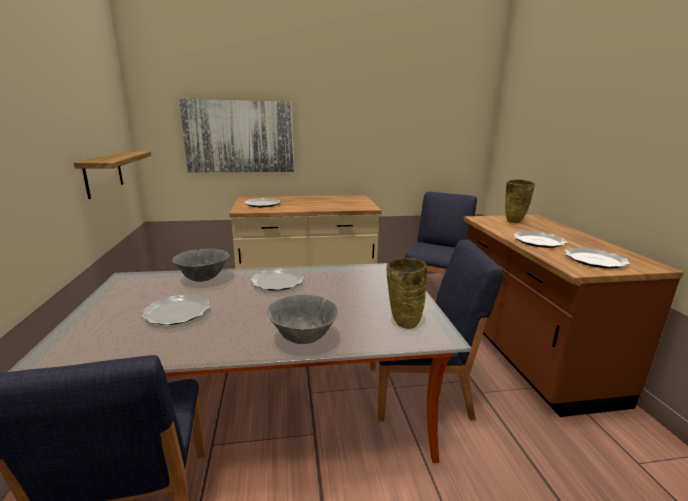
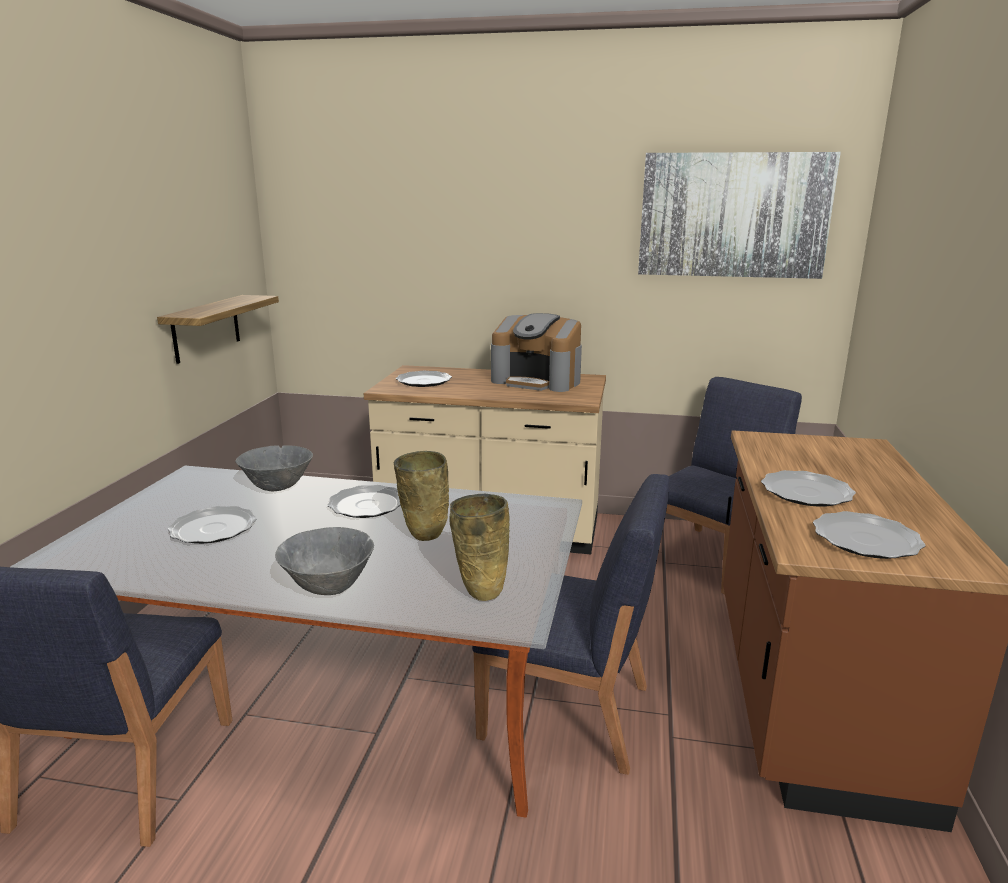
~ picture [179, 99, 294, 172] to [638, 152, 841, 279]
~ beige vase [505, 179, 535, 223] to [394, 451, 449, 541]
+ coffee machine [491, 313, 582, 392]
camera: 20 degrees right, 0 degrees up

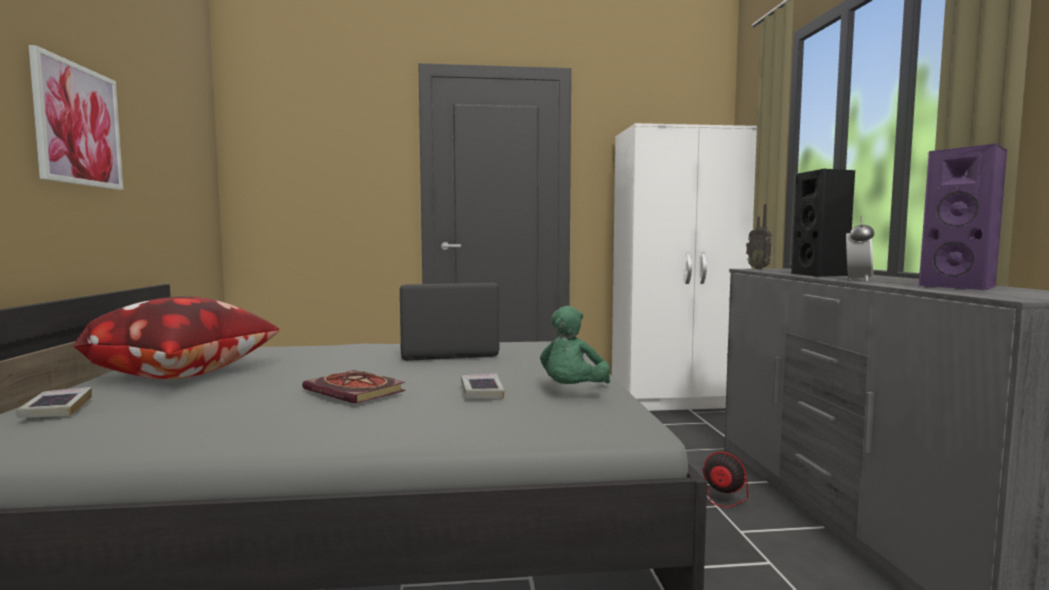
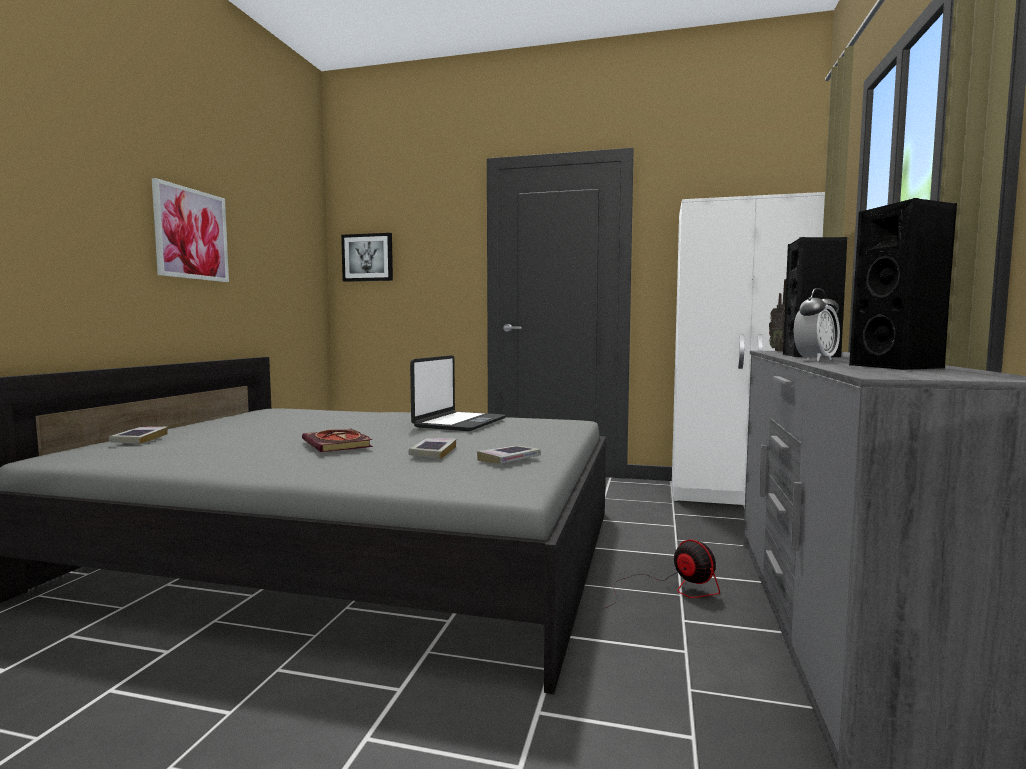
~ purple speaker [919, 143, 1007, 290] to black speaker [849, 198, 958, 370]
~ laptop [400, 283, 499, 361] = [410, 355, 506, 431] 105 degrees clockwise
- pillow [73, 296, 280, 379]
~ green plush toy [540, 306, 610, 384] to book [477, 446, 541, 464]
+ picture [341, 233, 393, 282]
camera: 20 degrees right, 0 degrees up

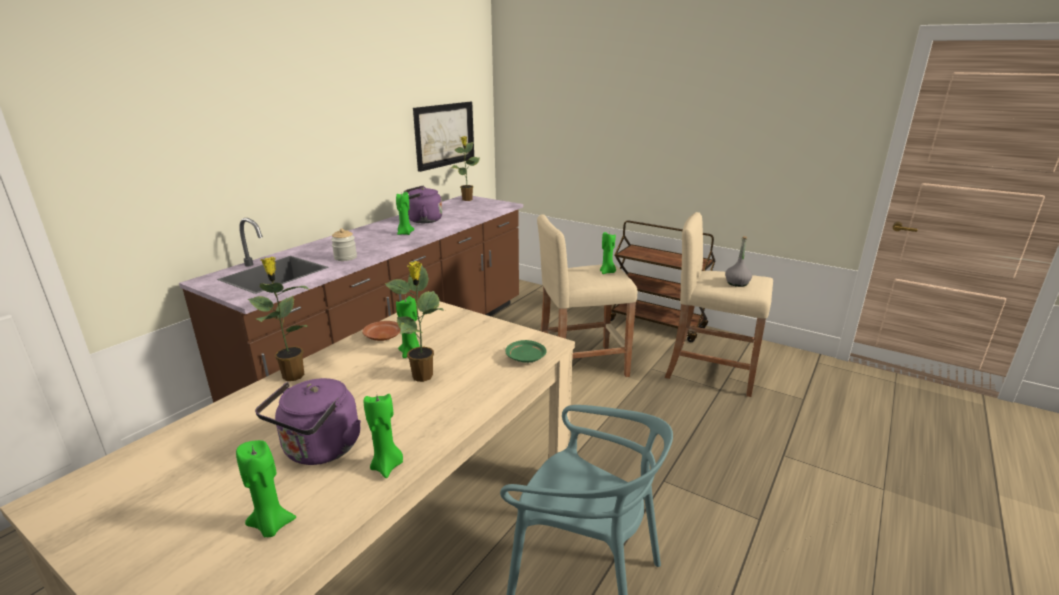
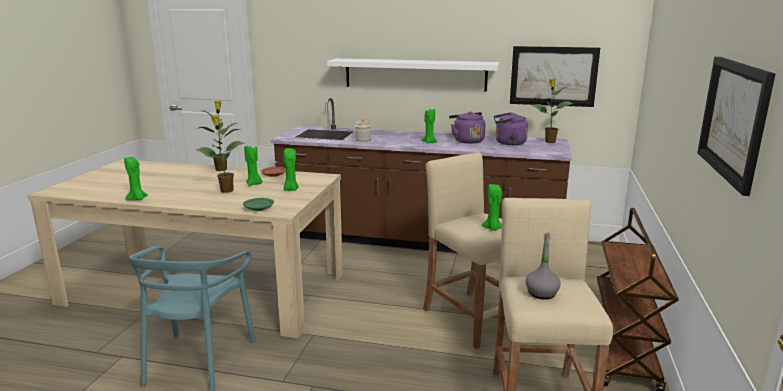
~ purple kettle [255, 378, 361, 465] to [494, 112, 528, 145]
~ green candle [236, 440, 296, 537] to [283, 148, 299, 191]
+ picture [697, 57, 775, 196]
+ white shelf [327, 58, 500, 92]
camera: 70 degrees right, 5 degrees down

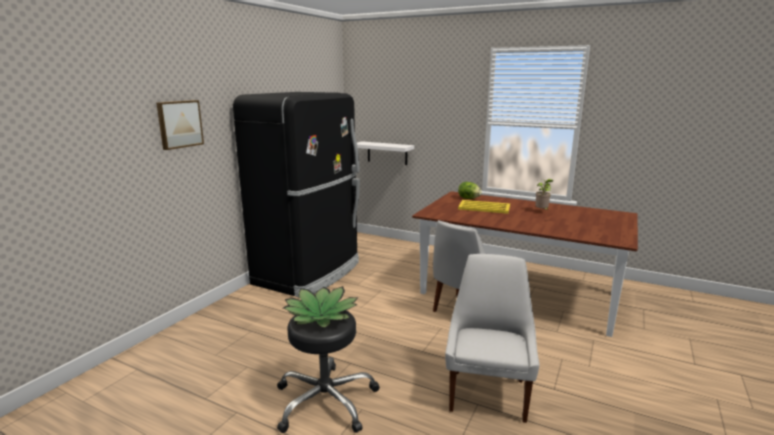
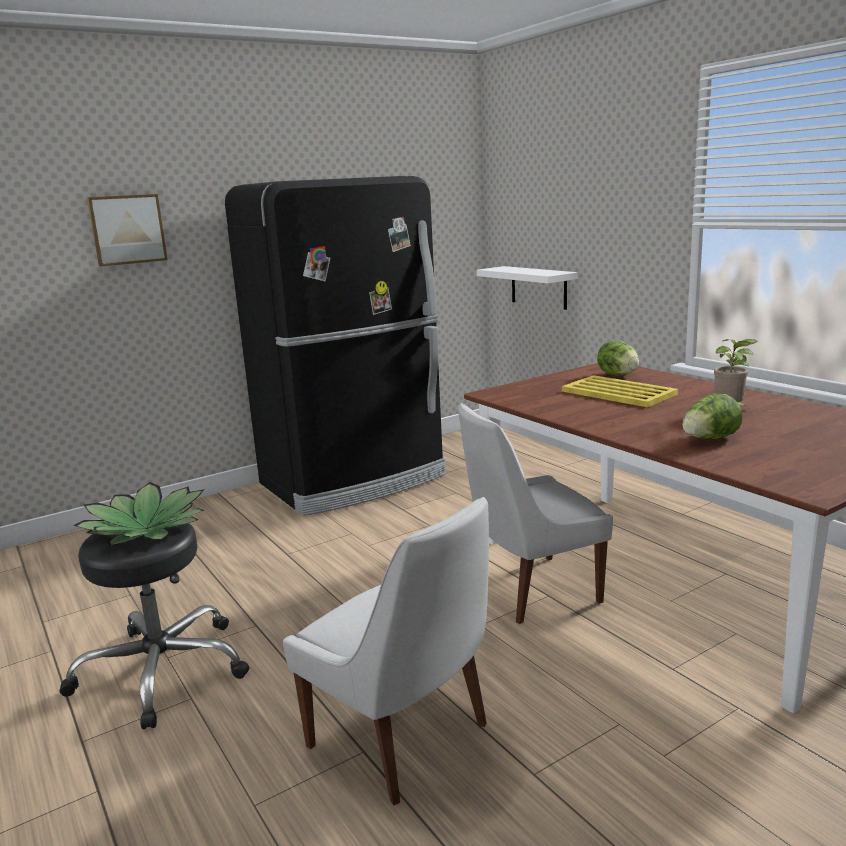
~ white chair [445, 254, 540, 423] = [283, 497, 489, 806] 90 degrees clockwise
+ lettuce [682, 394, 742, 439]
camera: 30 degrees right, 0 degrees up

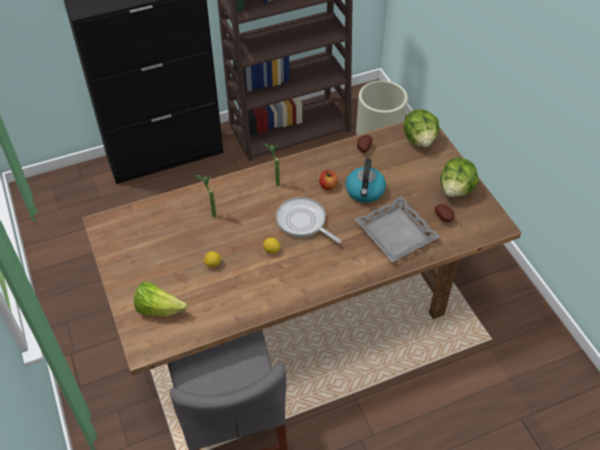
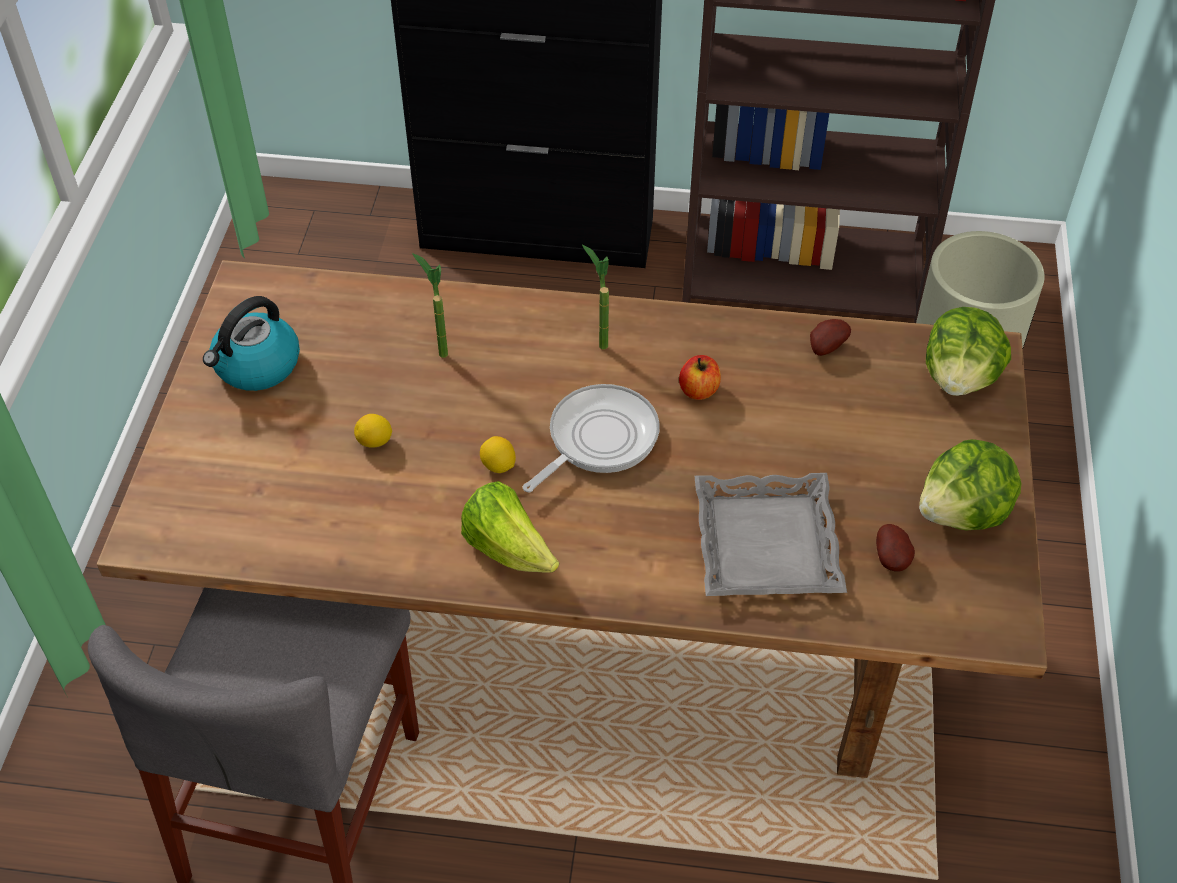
~ kettle [346, 159, 386, 203] to [203, 296, 300, 391]
~ frying pan [276, 197, 341, 243] = [523, 384, 660, 493] 60 degrees clockwise
~ lettuce [134, 282, 188, 316] to [461, 481, 559, 573]
camera: 30 degrees right, 0 degrees up

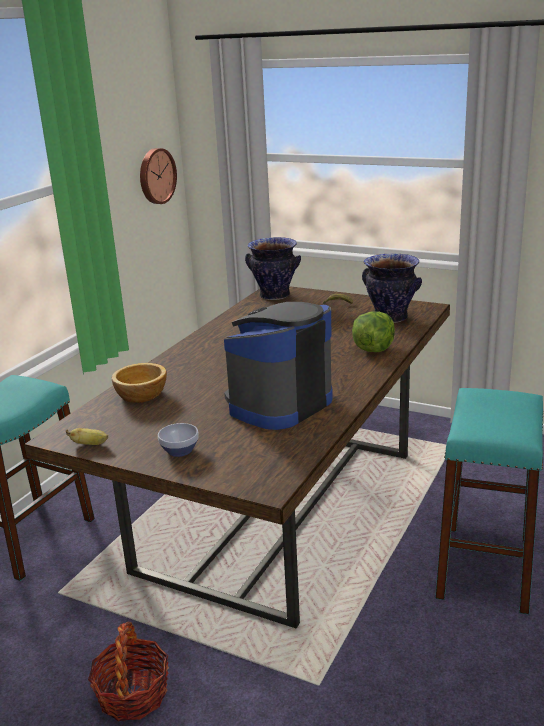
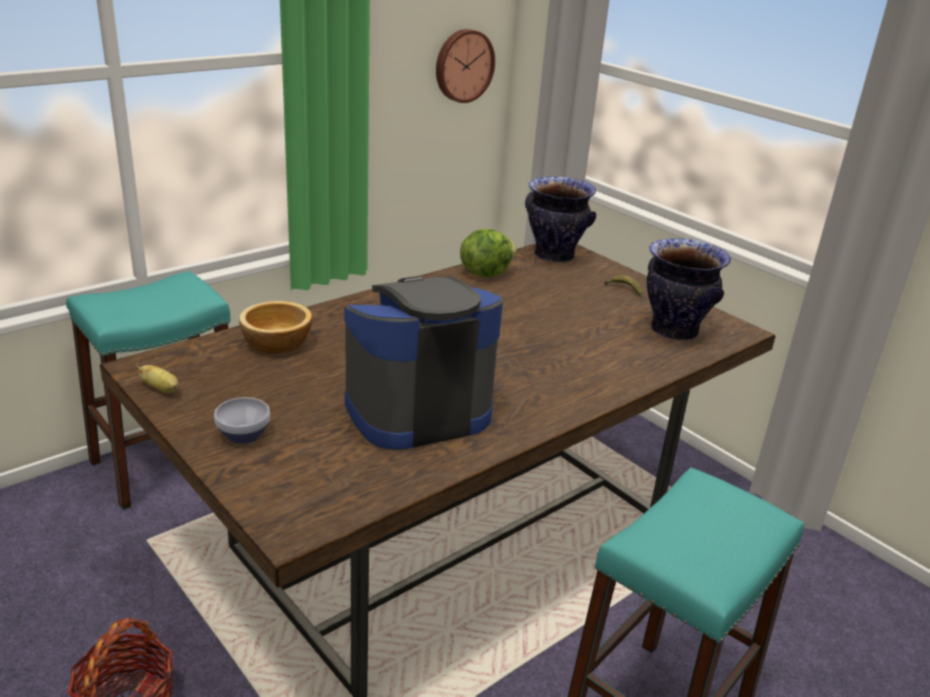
~ lettuce [352, 311, 395, 352] to [460, 229, 516, 278]
camera: 20 degrees right, 5 degrees up

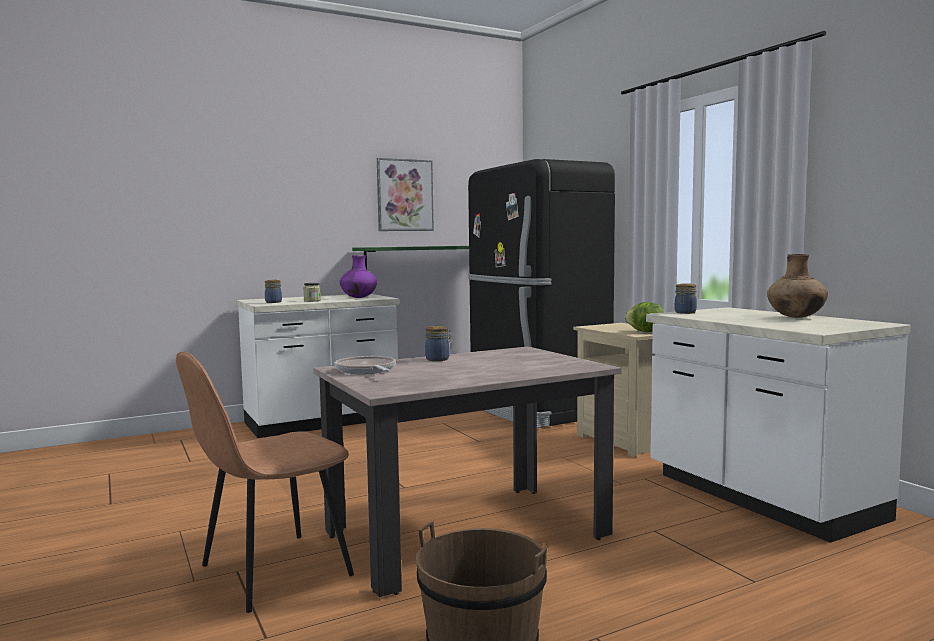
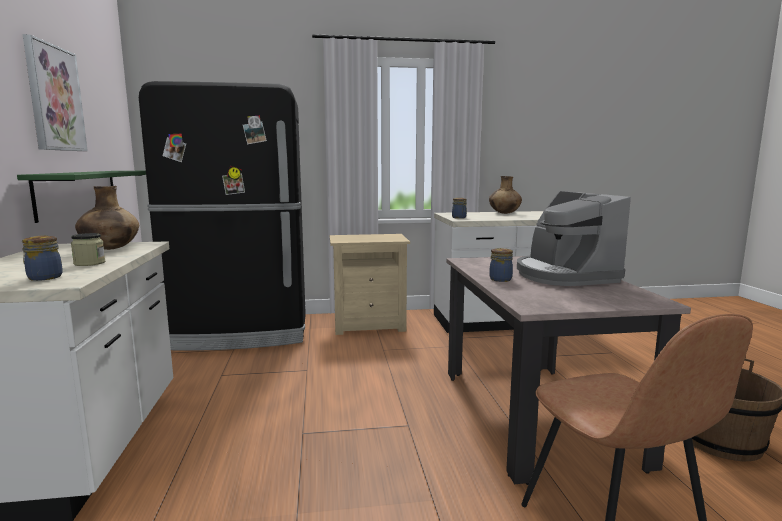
~ purple vase [340, 255, 377, 298] to brown vase [75, 186, 139, 250]
- lettuce [624, 302, 664, 332]
- frying pan [335, 356, 396, 374]
+ coffee machine [517, 191, 631, 286]
camera: 70 degrees left, 5 degrees up

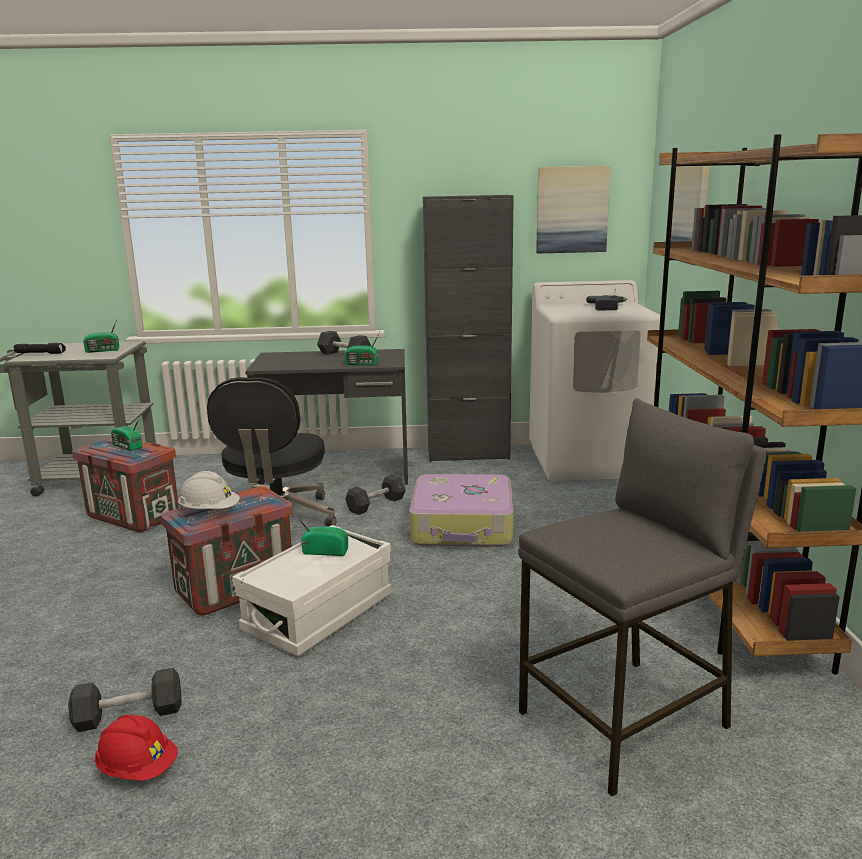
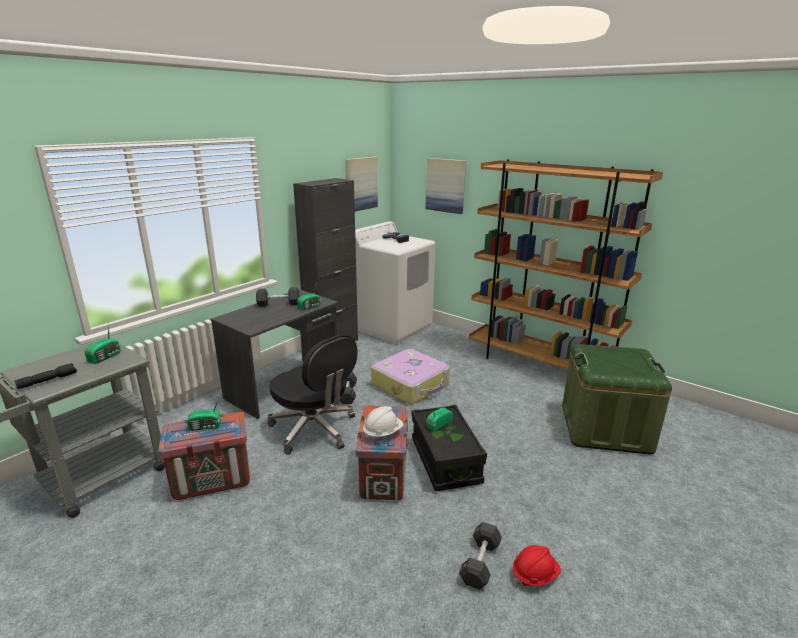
~ grey stool [518, 398, 767, 796] to green storage box [562, 344, 672, 454]
~ white storage box [232, 525, 391, 656] to black storage box [411, 405, 487, 491]
camera: 50 degrees left, 5 degrees up

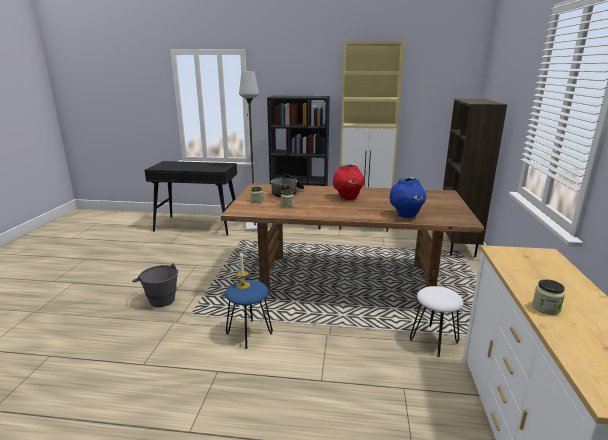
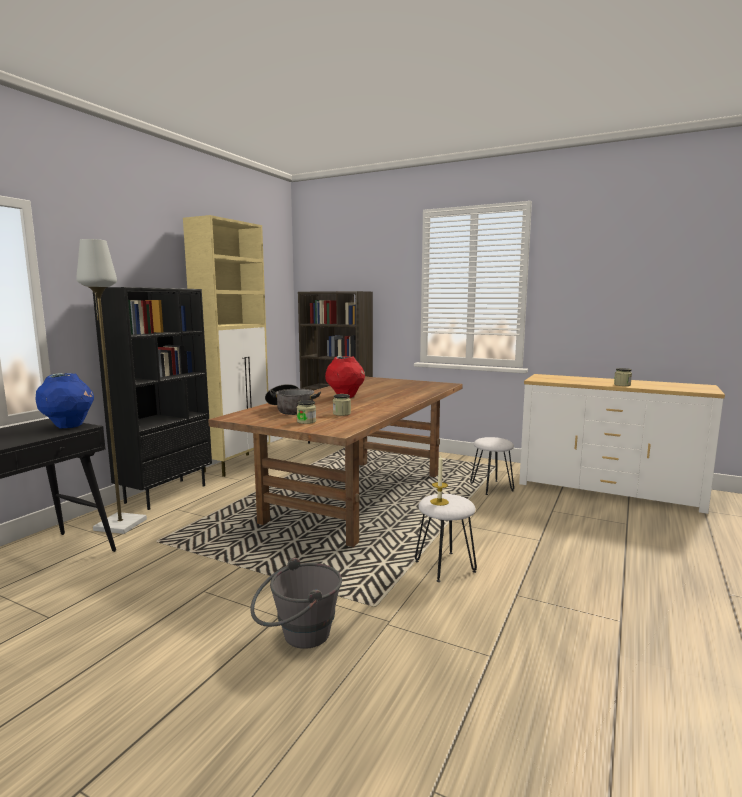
~ blue vase [390, 177, 426, 218] to [36, 373, 94, 429]
~ blue stool [225, 280, 273, 349] to white stool [415, 494, 477, 582]
camera: 70 degrees left, 10 degrees down

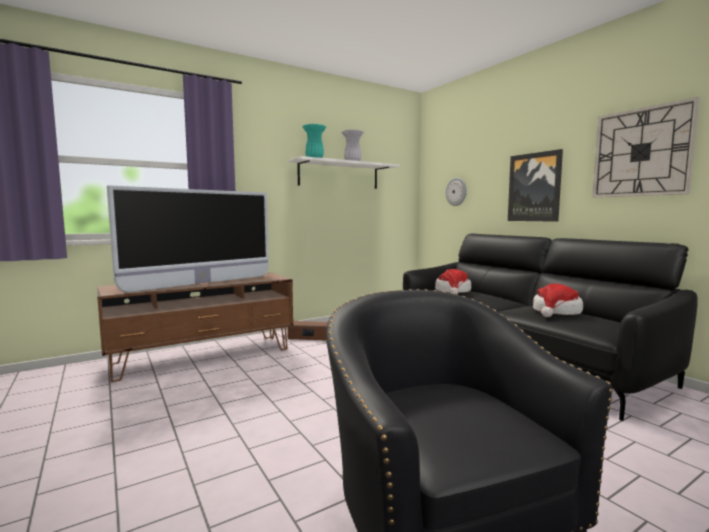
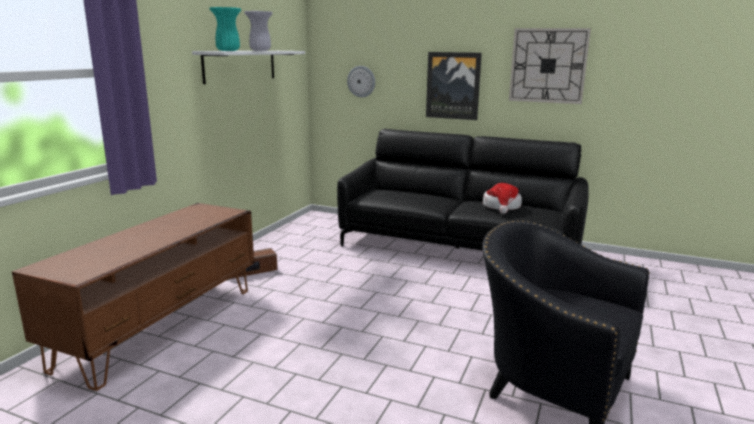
- television [107, 186, 269, 293]
- hat [435, 269, 471, 295]
camera: 35 degrees left, 10 degrees up

